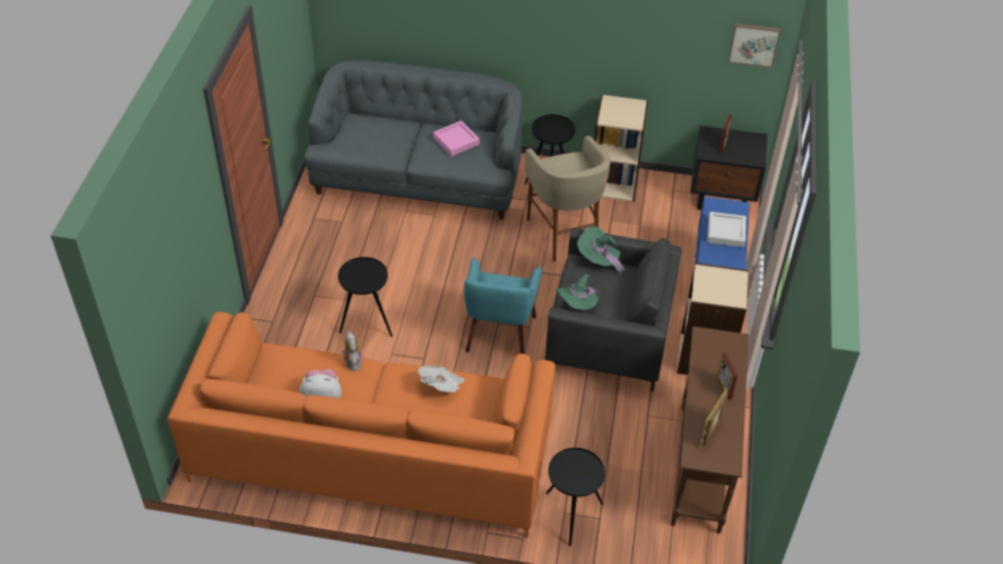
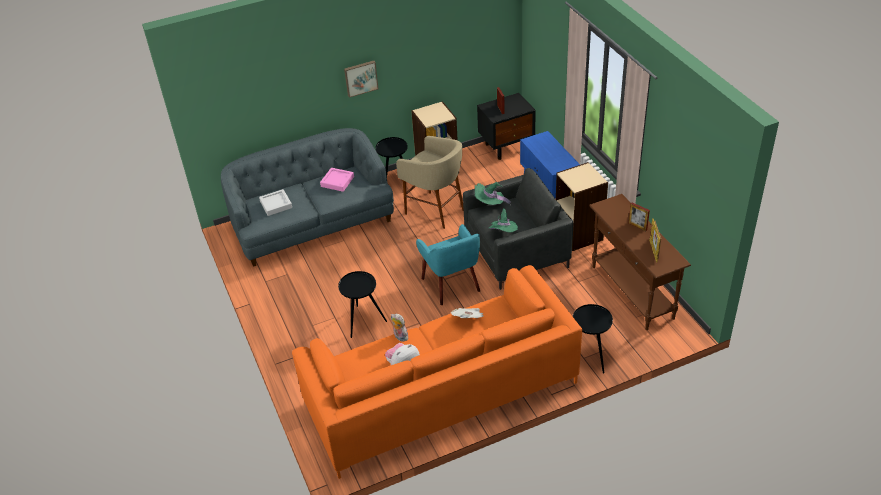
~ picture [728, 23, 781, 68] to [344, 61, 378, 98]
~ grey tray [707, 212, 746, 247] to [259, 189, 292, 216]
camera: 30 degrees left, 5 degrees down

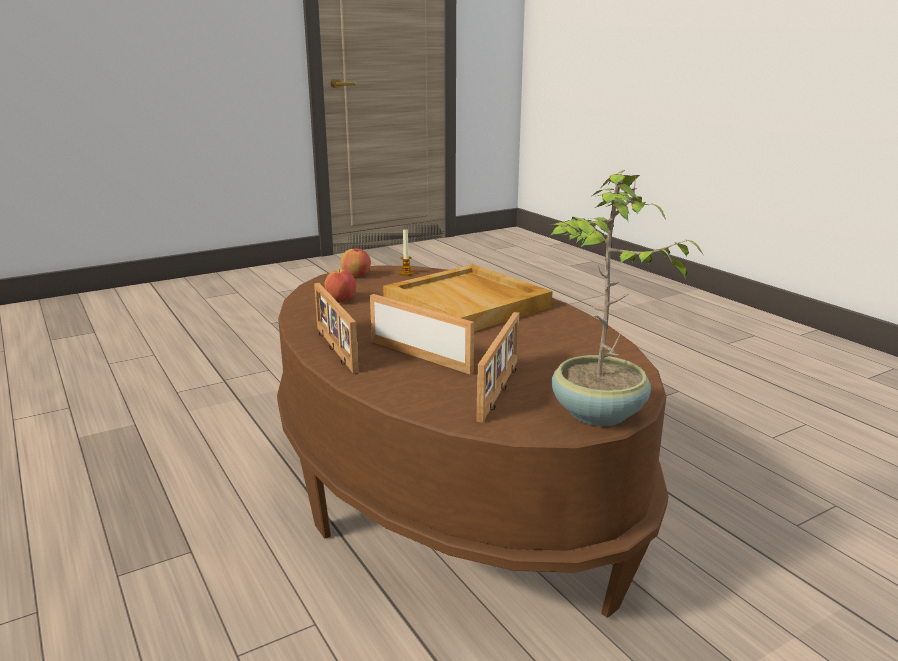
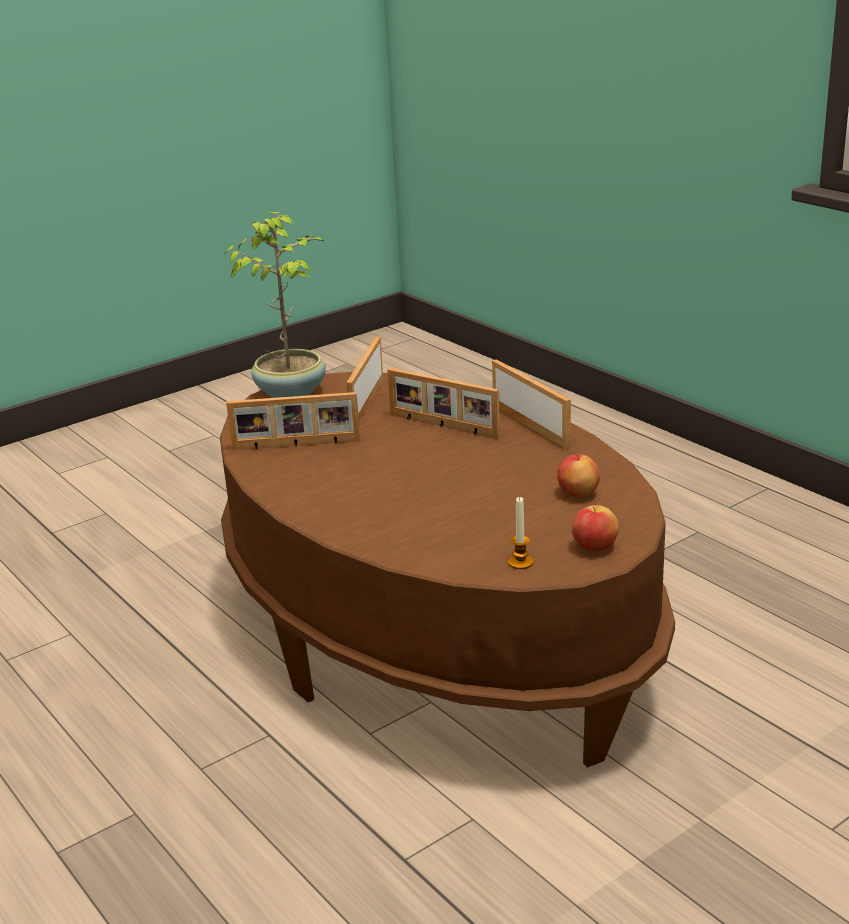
- beige tray [383, 264, 553, 331]
+ picture frame [226, 392, 360, 450]
camera: 175 degrees right, 5 degrees up

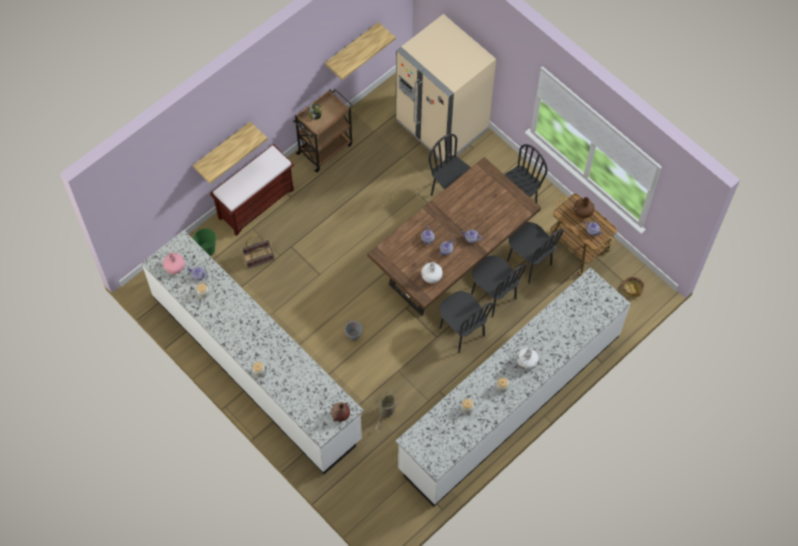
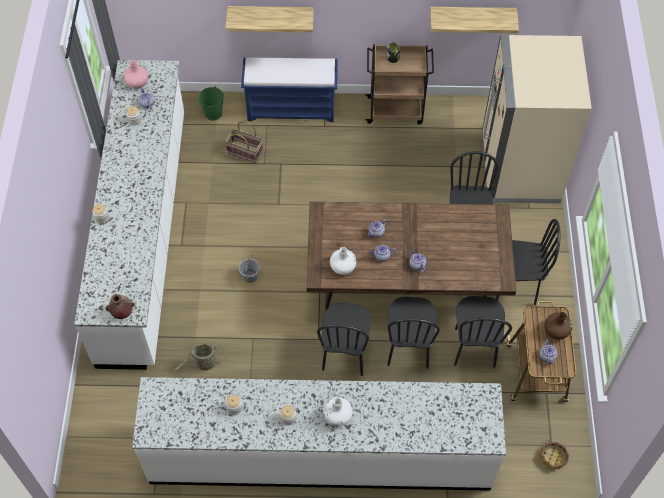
~ brown bench [210, 144, 294, 236] to blue bench [241, 57, 338, 122]
camera: 45 degrees right, 5 degrees down

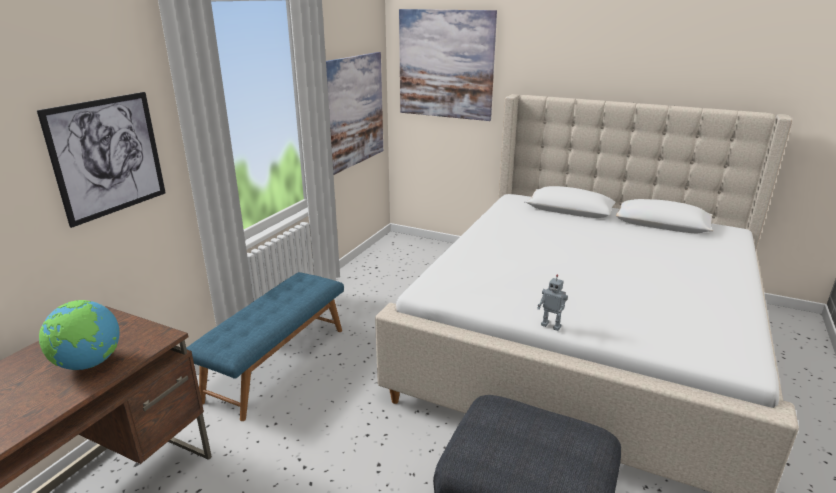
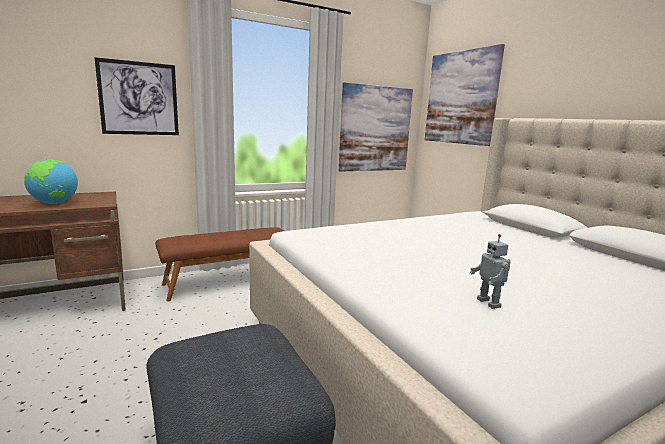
~ blue bench [186, 272, 344, 421] to brown bench [156, 227, 284, 301]
~ toy robot [537, 275, 568, 331] to [470, 234, 511, 309]
camera: 35 degrees right, 10 degrees down

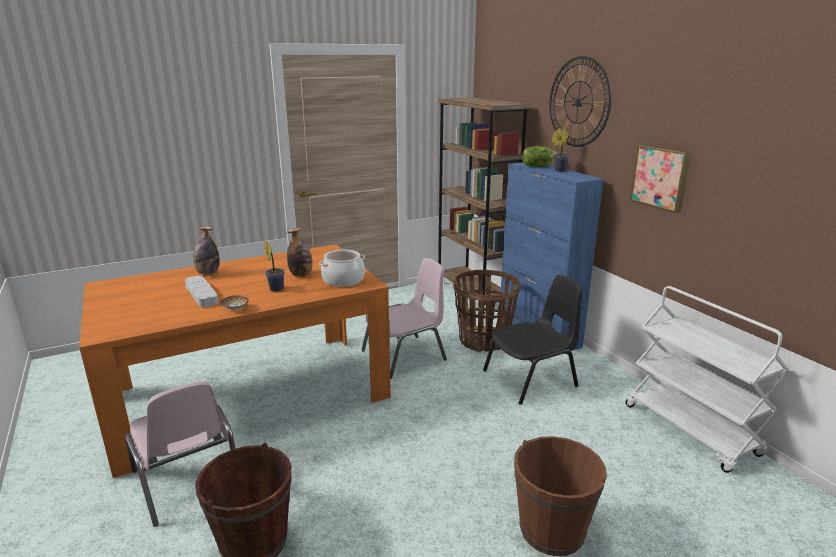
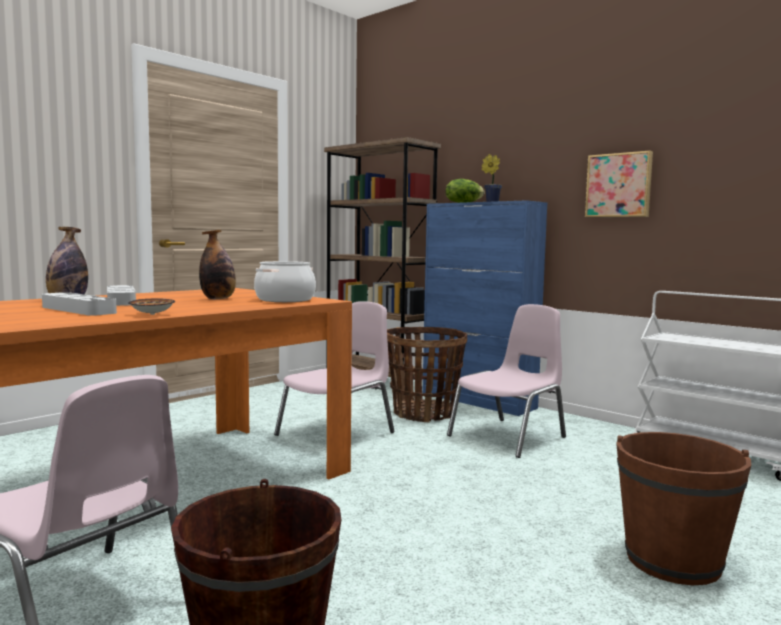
- wall clock [549, 56, 612, 147]
- potted plant [264, 240, 285, 291]
~ black chair [483, 275, 583, 405] to pink chair [447, 304, 566, 458]
+ grey tray [107, 285, 136, 306]
camera: 20 degrees left, 15 degrees down

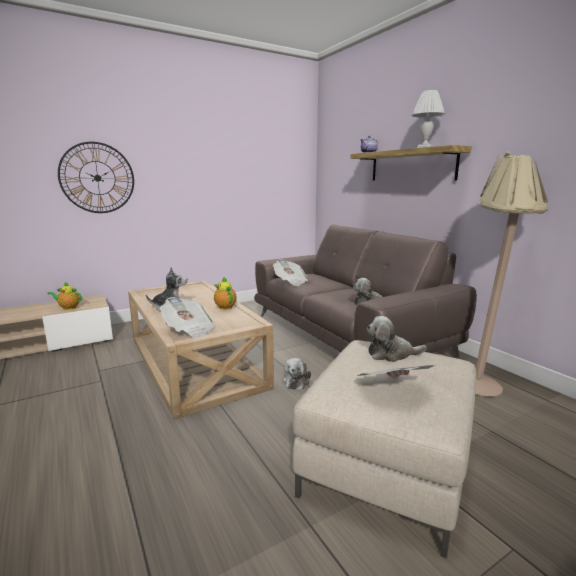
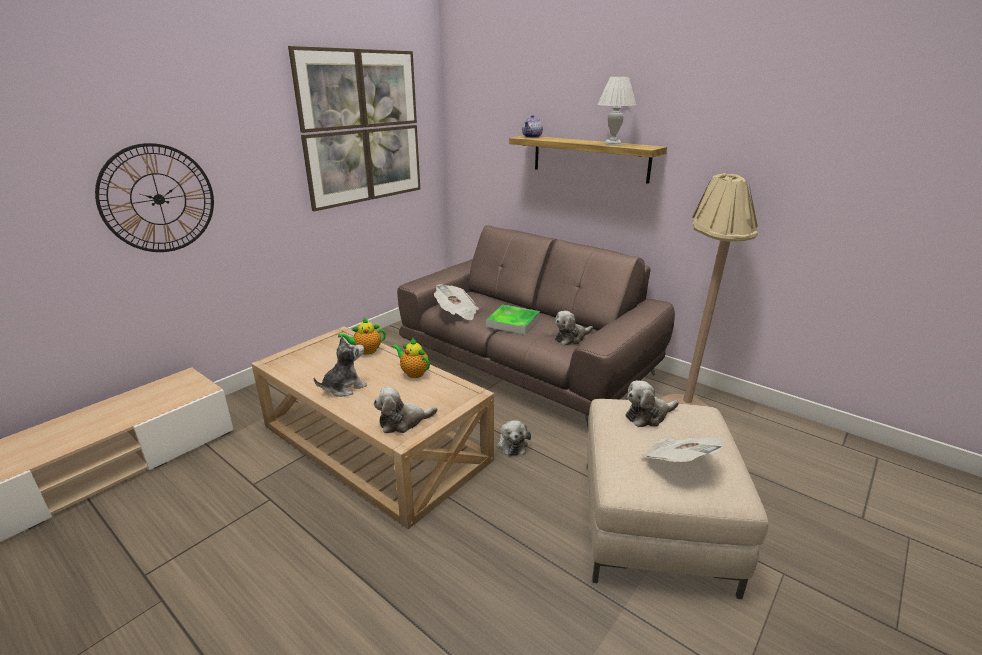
~ teapot [47, 282, 82, 310] to [338, 317, 386, 355]
~ newspaper [160, 297, 215, 339] to plush toy [374, 387, 438, 433]
+ picture [288, 46, 420, 211]
+ tray [486, 305, 540, 335]
camera: 20 degrees left, 10 degrees up

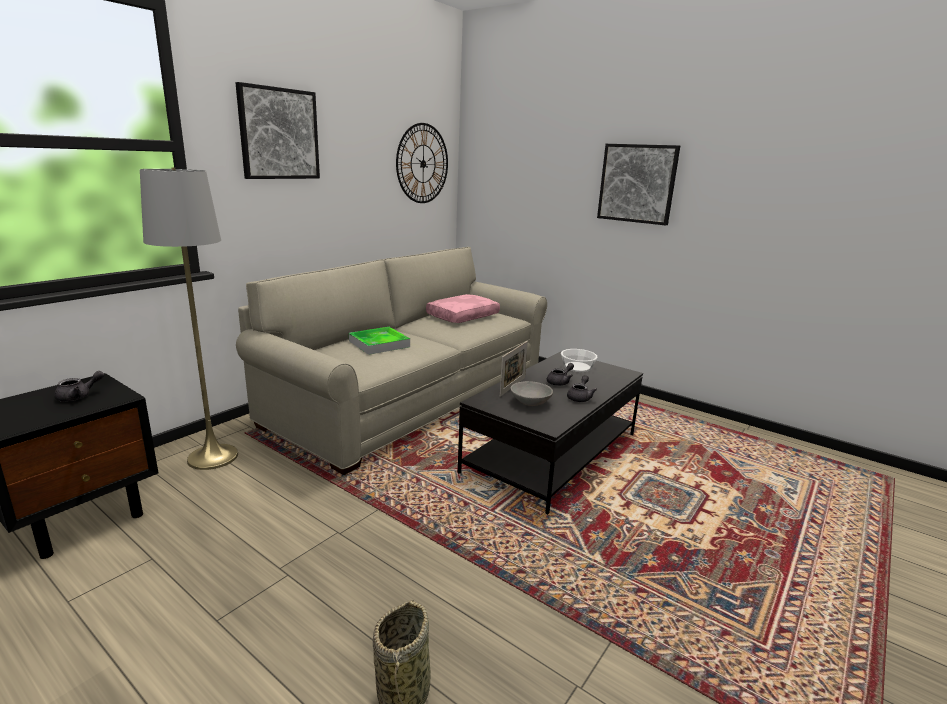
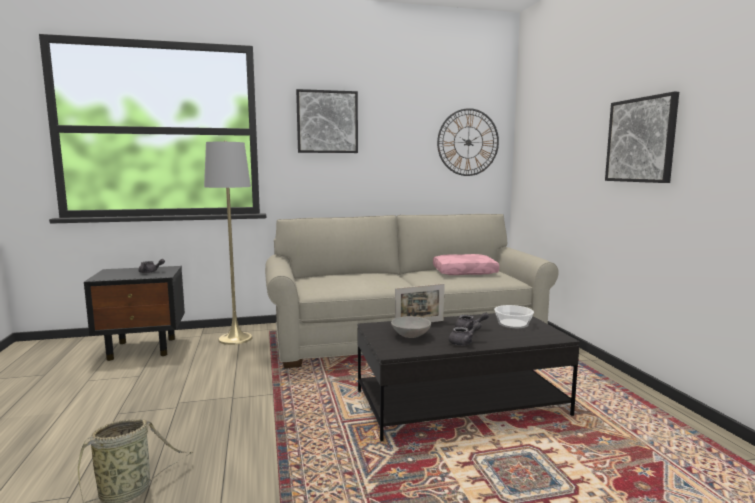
- tray [349, 327, 410, 355]
camera: 40 degrees right, 10 degrees down

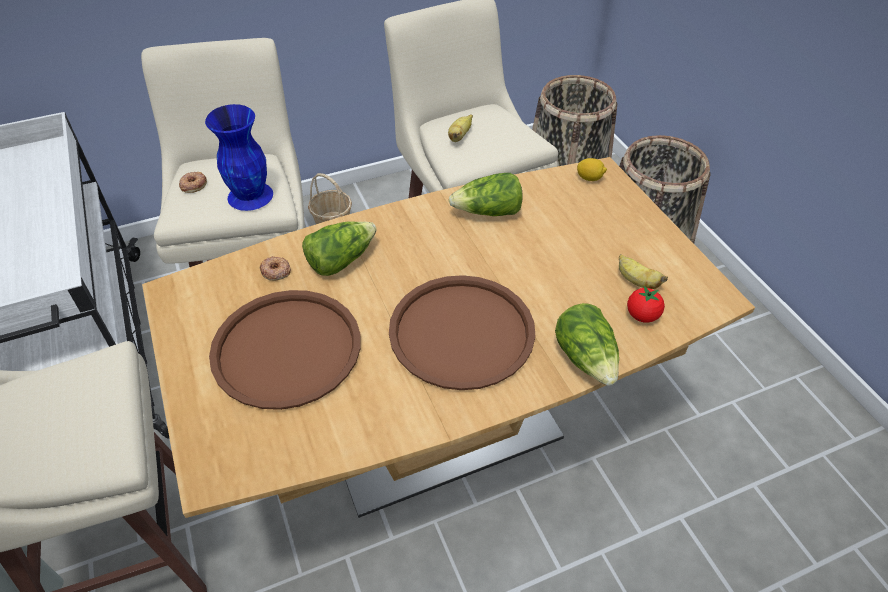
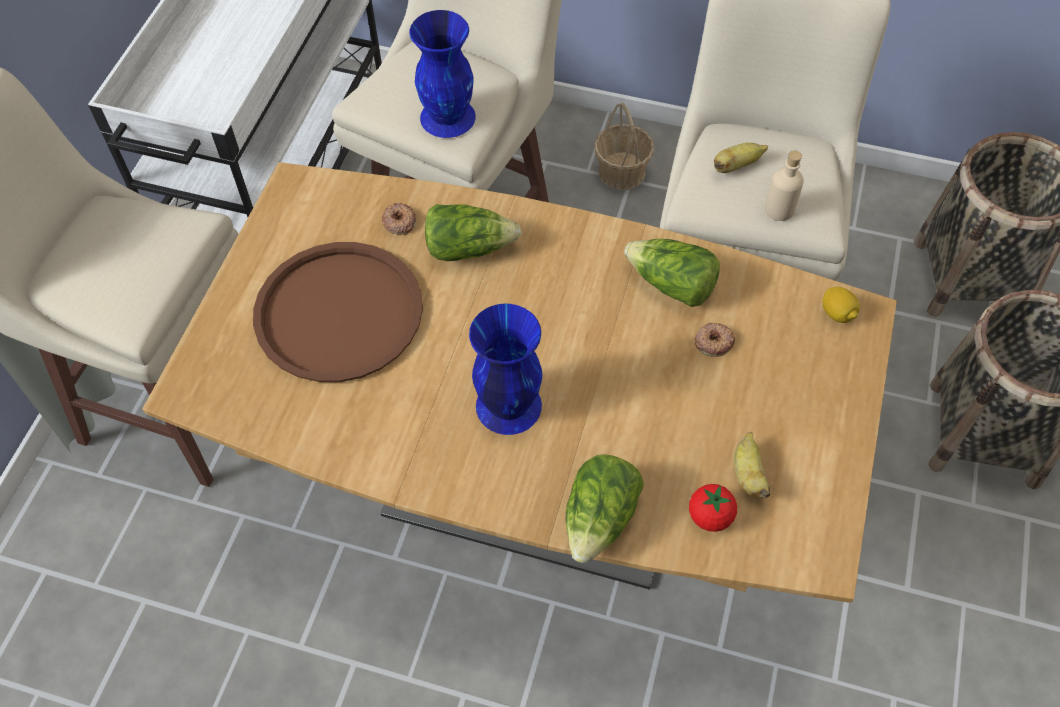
~ donut [179, 172, 207, 193] to [694, 323, 735, 357]
~ brown tray [389, 275, 535, 390] to blue vase [469, 304, 542, 435]
+ beige bottle [765, 150, 804, 221]
camera: 40 degrees right, 10 degrees up

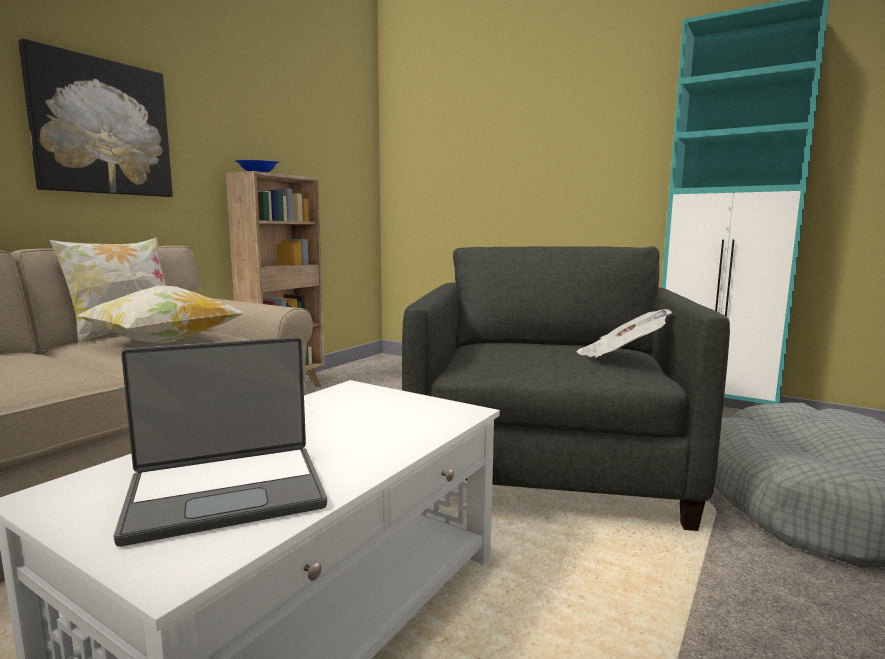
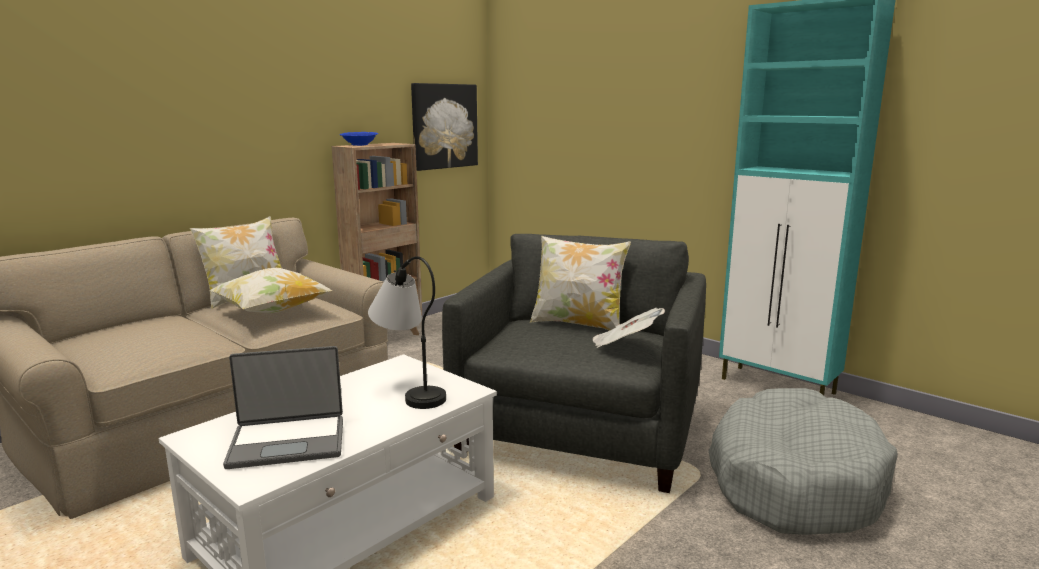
~ picture [18, 38, 173, 197] to [411, 83, 478, 171]
+ pillow [530, 236, 631, 331]
+ table lamp [368, 256, 446, 409]
camera: 10 degrees right, 5 degrees up

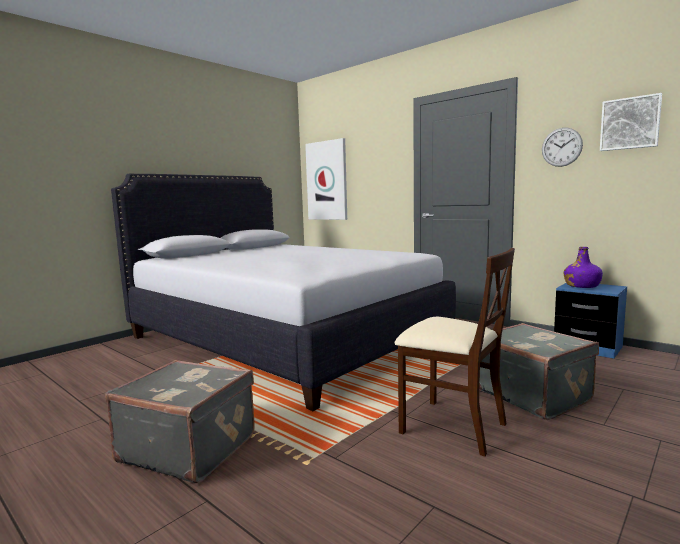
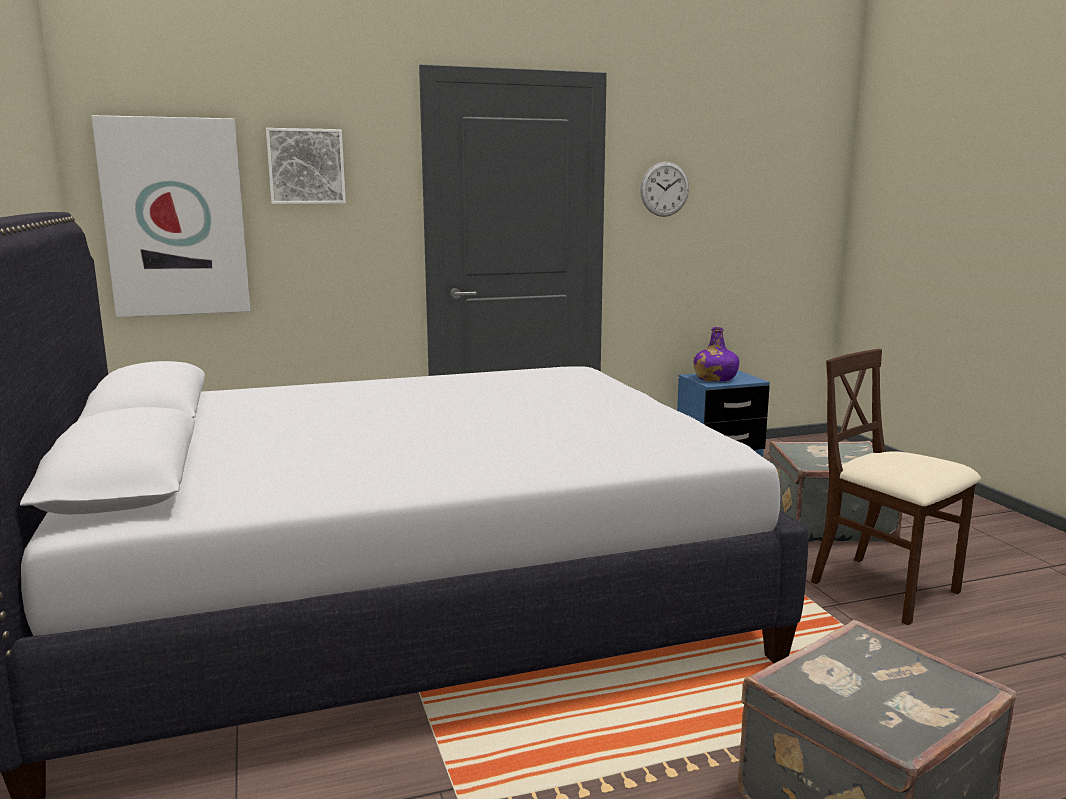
~ picture [600, 93, 662, 151] to [266, 128, 346, 204]
~ beige chair [395, 248, 515, 456] = [811, 349, 981, 625] 105 degrees counterclockwise
camera: 60 degrees left, 5 degrees up

